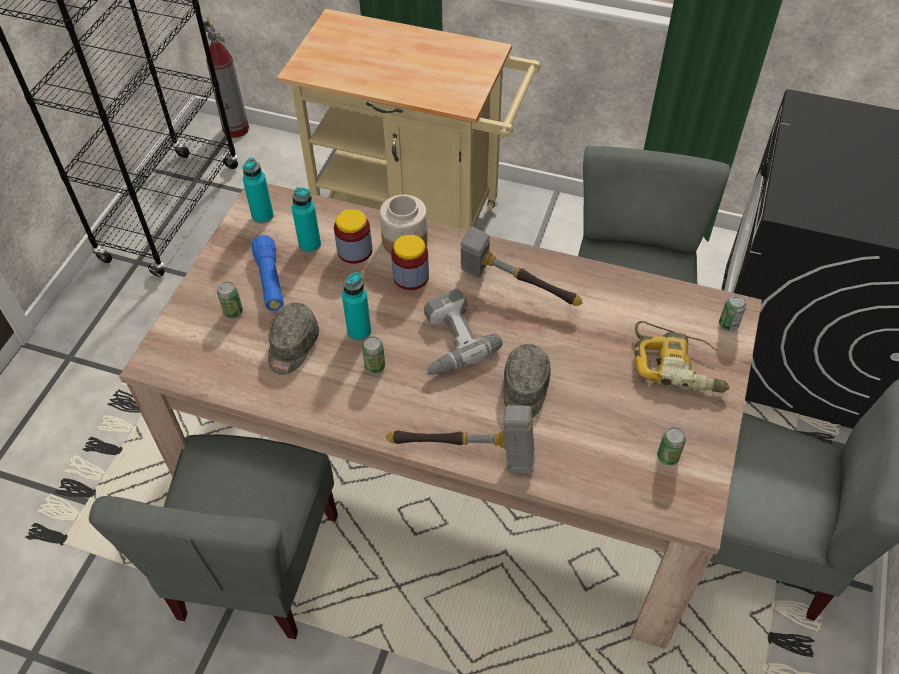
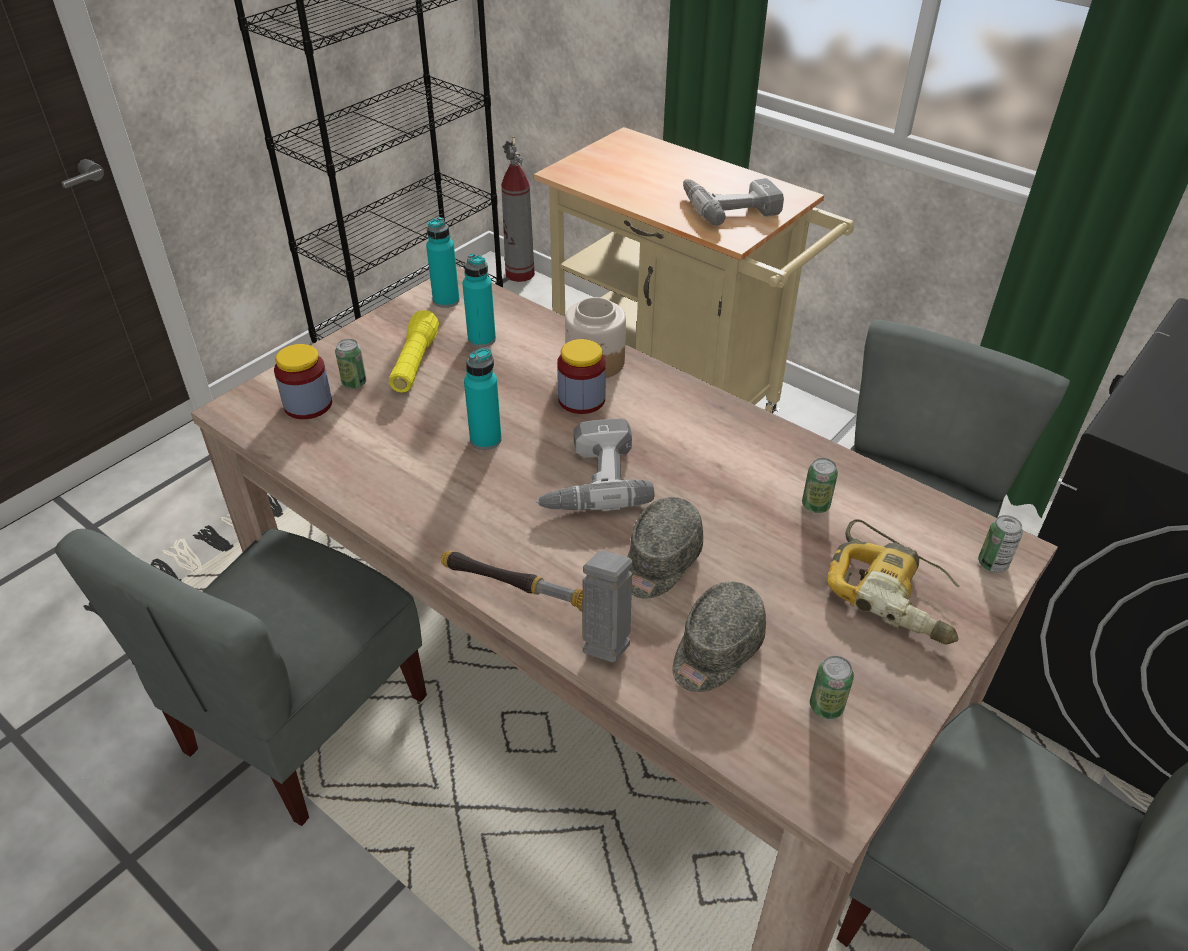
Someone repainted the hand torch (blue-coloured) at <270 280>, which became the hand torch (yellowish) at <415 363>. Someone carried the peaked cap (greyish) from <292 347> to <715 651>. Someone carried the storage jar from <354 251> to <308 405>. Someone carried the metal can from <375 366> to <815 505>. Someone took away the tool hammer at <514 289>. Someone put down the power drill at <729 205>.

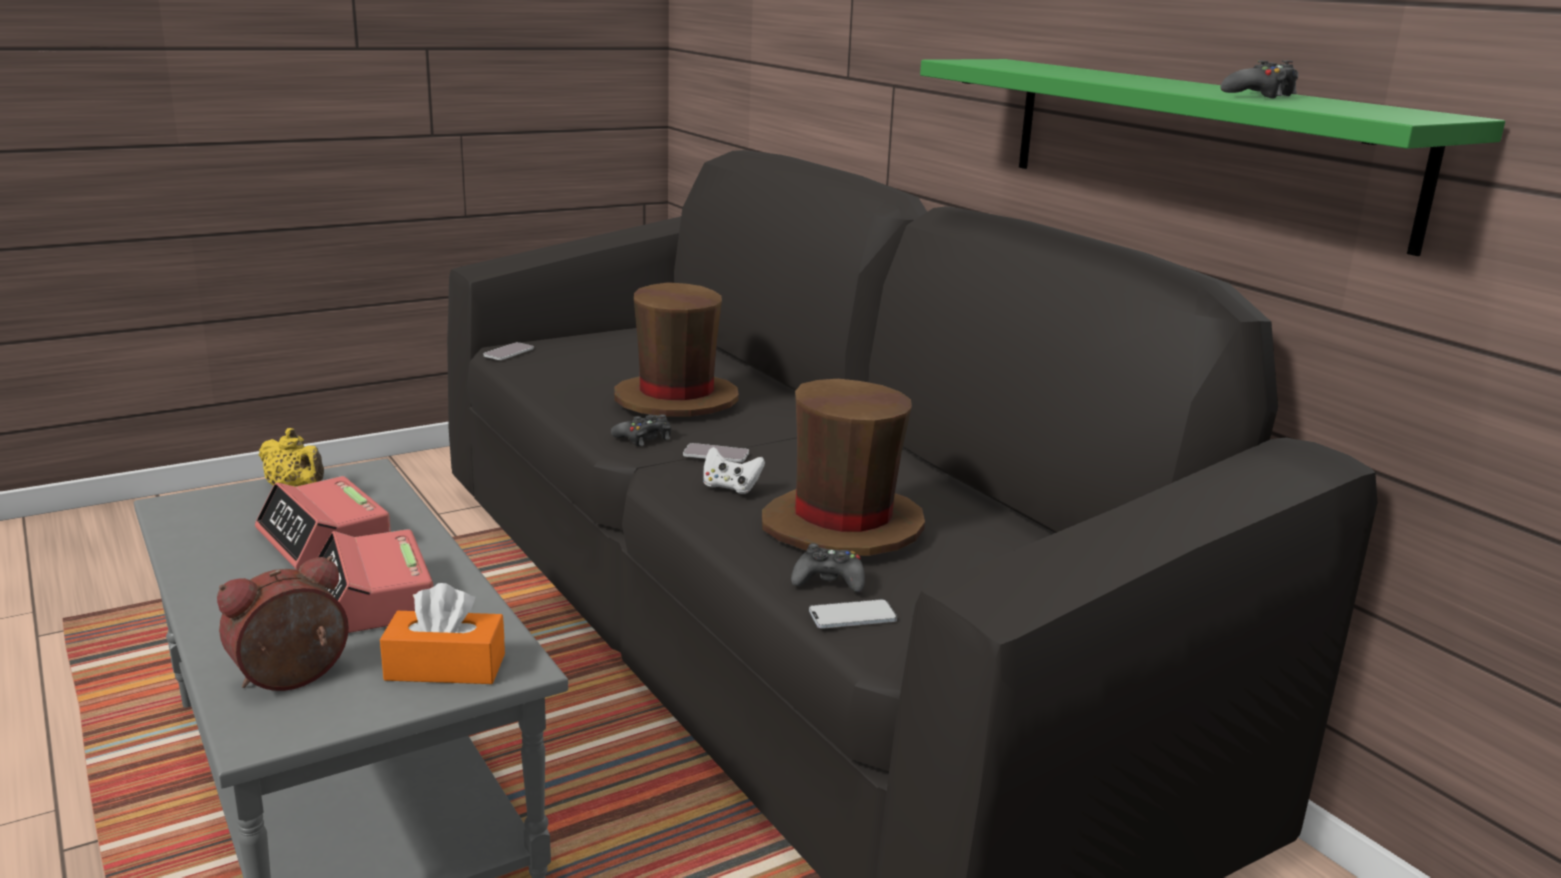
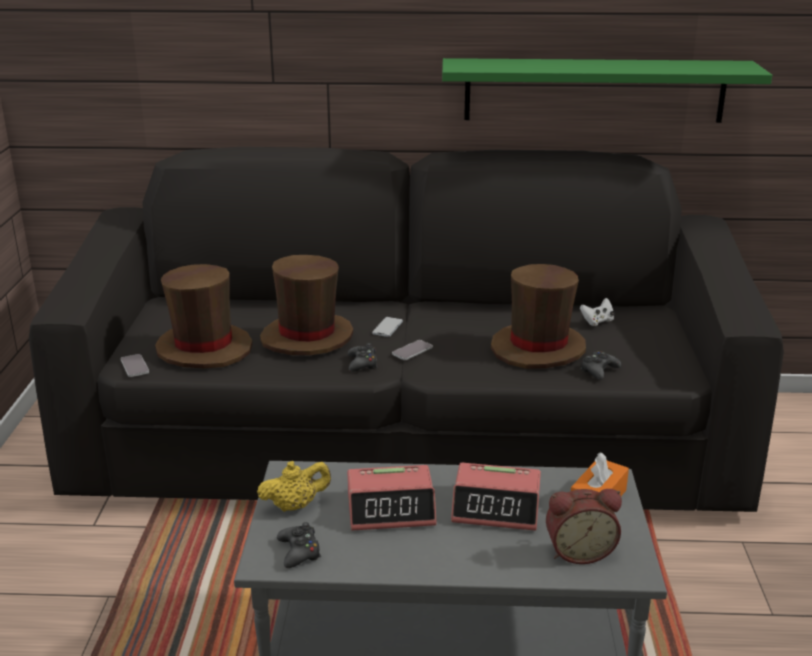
Someone rotated the alarm clock at <293 679> by 90 degrees counterclockwise. Someone carried the joypad (white-coloured) from <730 487> to <597 321>. Someone carried the telephone from <852 616> to <387 327>. Someone carried the joypad (black) from <1259 95> to <299 552>. Someone put down the clothing hat (brown-coloured) at <204 348>.

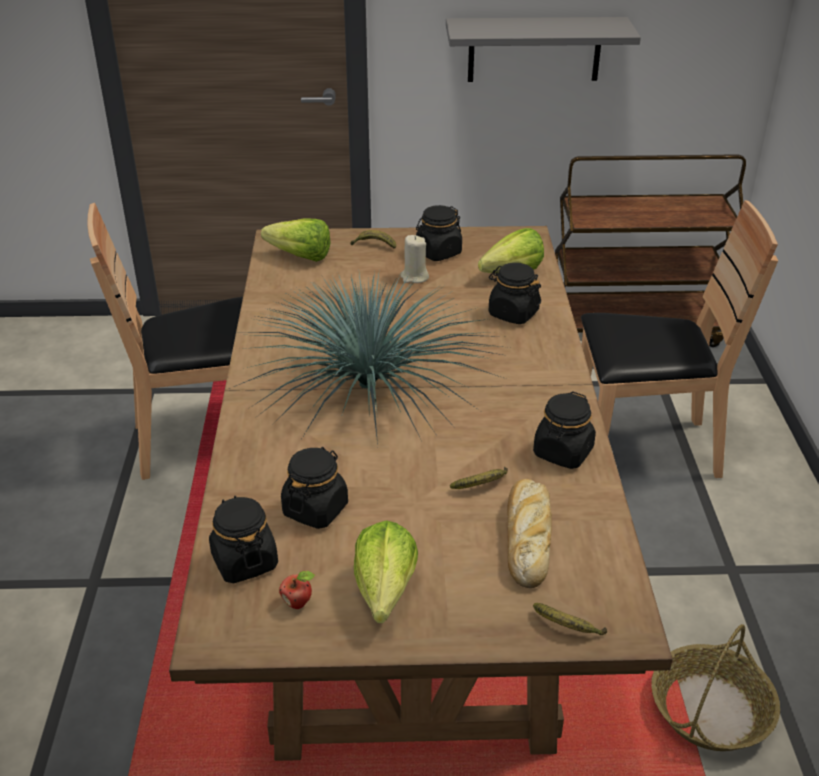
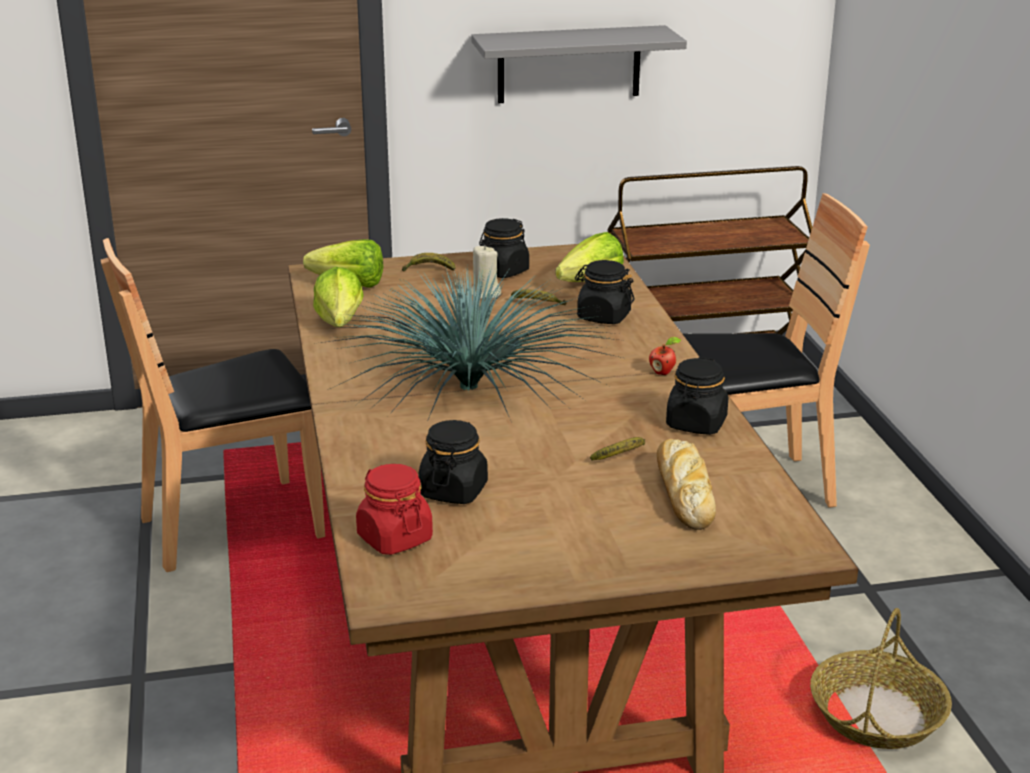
Someone repainted the storage jar (black) at <244 561>, which became the storage jar (red-coloured) at <394 538>. Someone carried the apple fruit from <298 603> to <663 372>. Someone carried the lettuce head from <382 598> to <338 327>. Someone carried the banana from <567 627> to <537 304>.

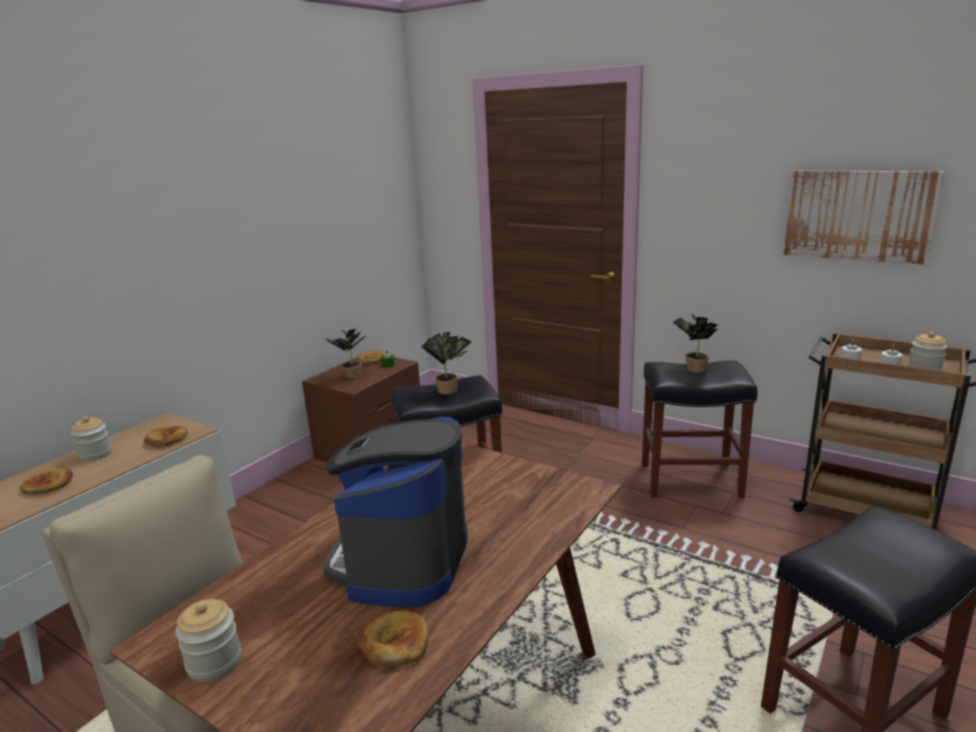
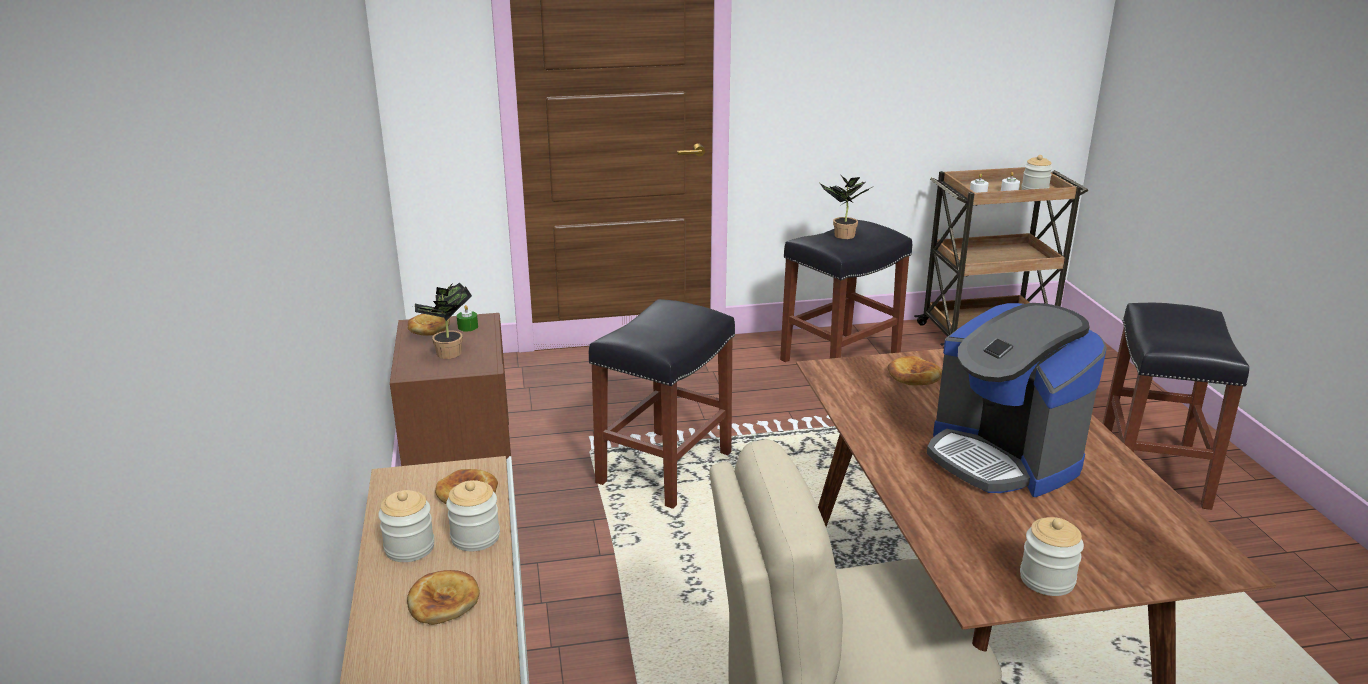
Someone carried the bakery bread from <394 642> to <913 375>. Someone took away the potted plant at <449 389>. Someone took away the wall art at <858 215>. Someone put down the storage jar at <475 537>.

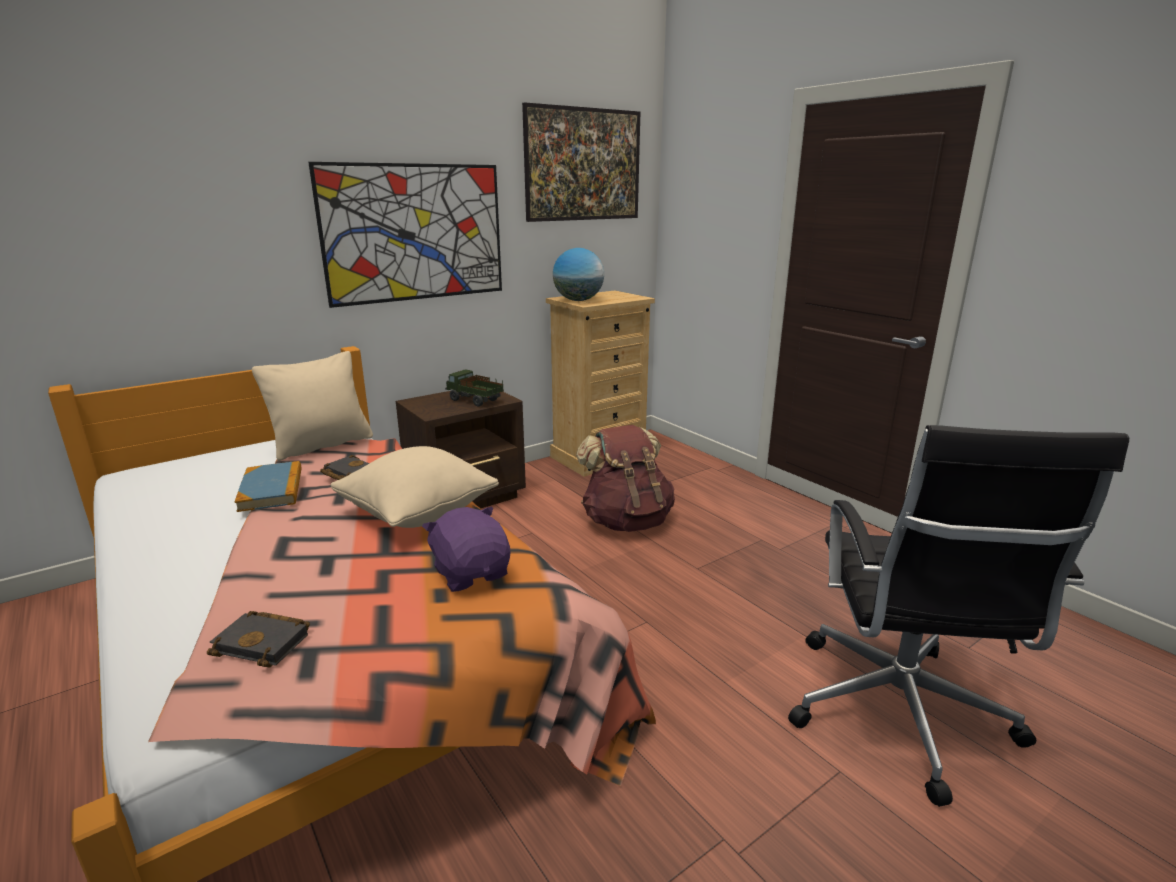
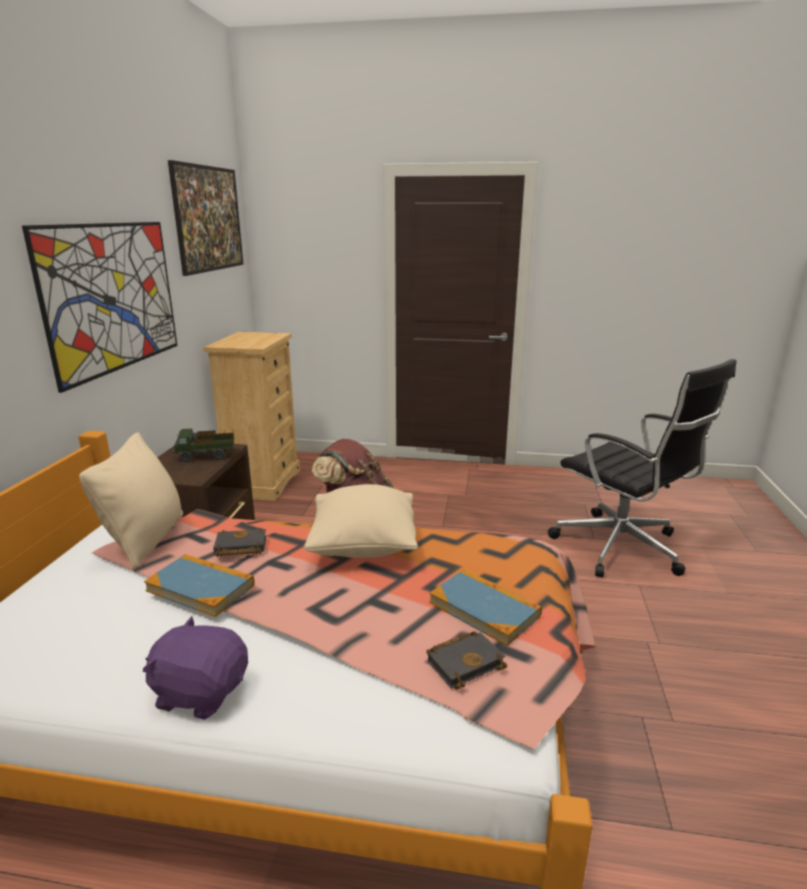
Someone carried the cuddly toy (purple) from <471 573> to <201 692>. Someone took away the globe at <578 300>. Someone put down the book at <484 609>.

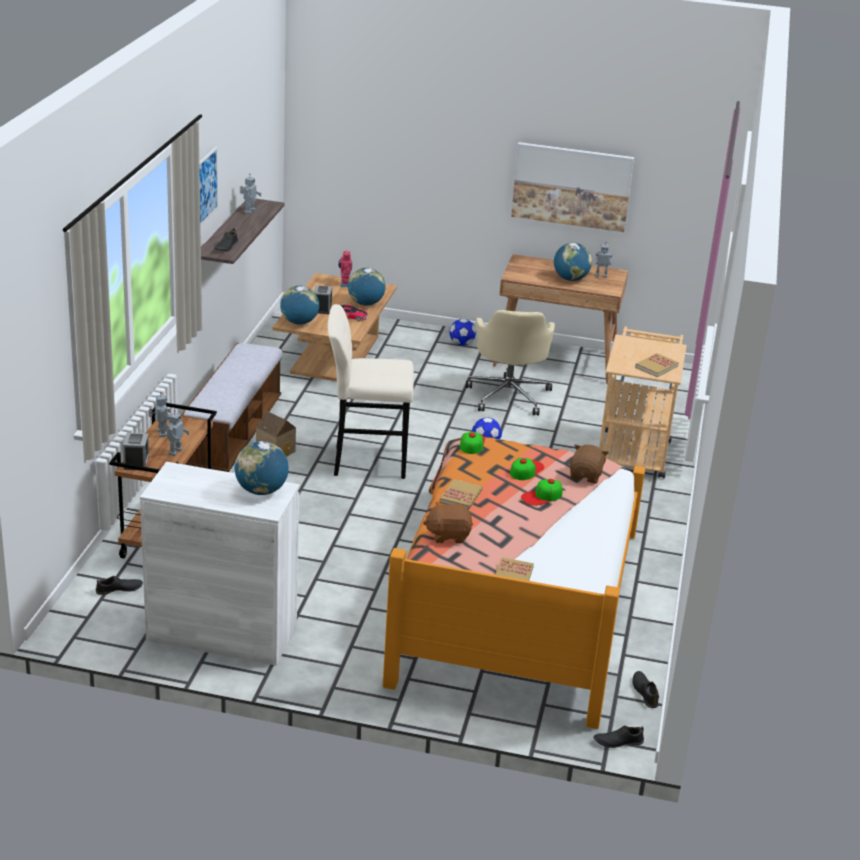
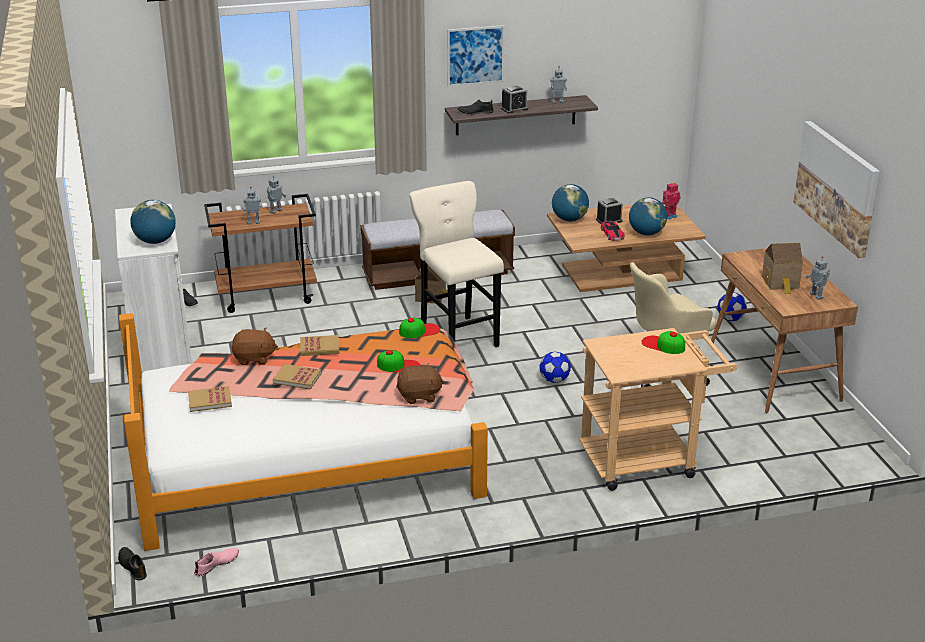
Someone carried the alarm clock from <136 462> to <514 109>. Someone rotated the cuddly toy (brown-coloured) at <448 535> by 120 degrees clockwise. Someone carried the peaked cap from <542 496> to <663 345>. Someone swapped the globe at <570 279> for the miniature house at <781 283>. Someone repainted the shoe (black) at <645 692>, which became the shoe (pink) at <217 564>. Someone carried the book from <656 367> to <297 378>.

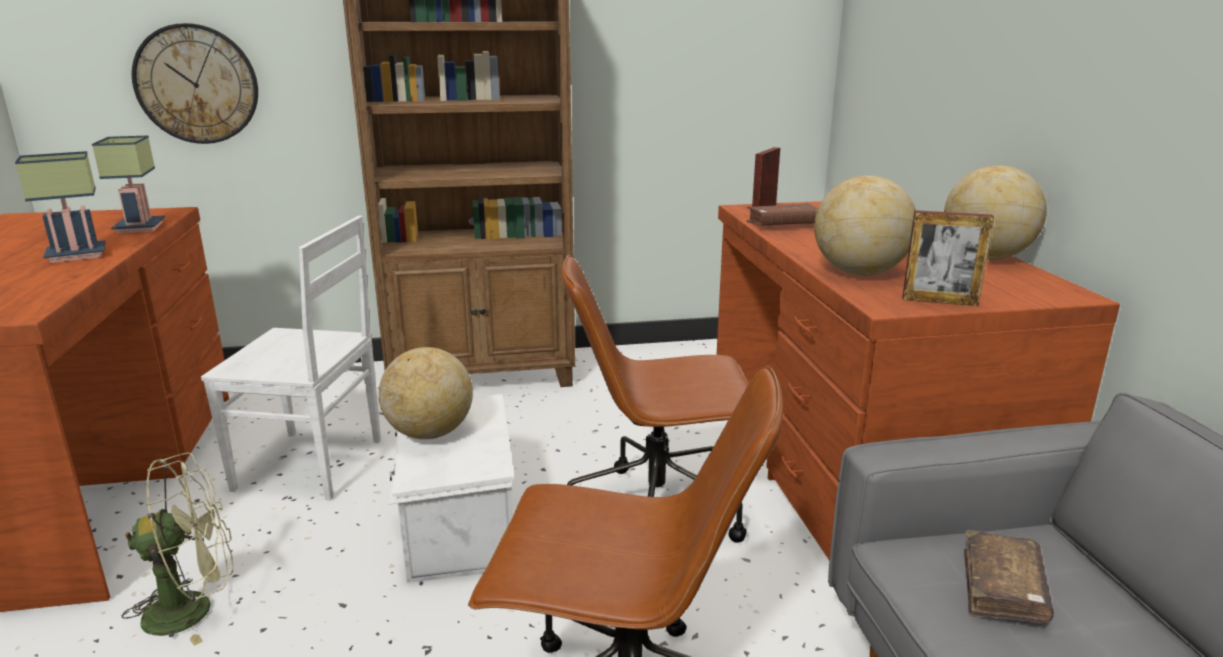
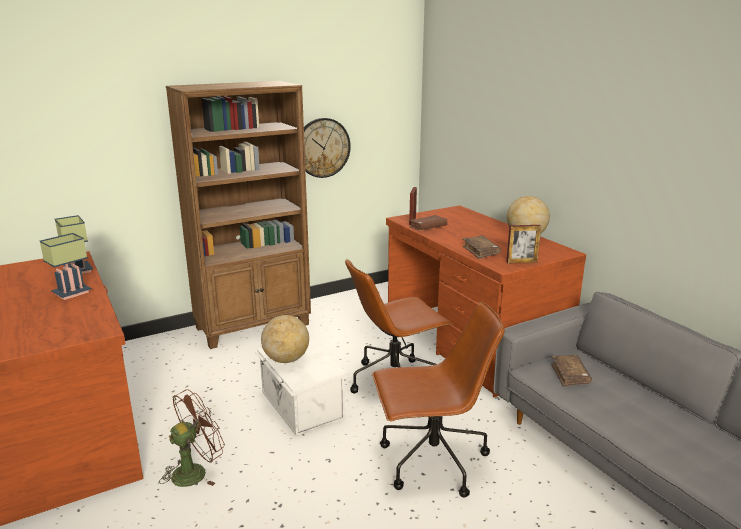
Someone repainted the electric fan (green-coloured) at <194 608>, which became the electric fan (brown-coloured) at <195 471>. Someone carried the hanging clock from <197 84> to <322 148>. Someone took away the plain chair (white-coloured) at <313 465>. Someone swapped the globe at <859 272> for the book (brown-coloured) at <481 251>.

